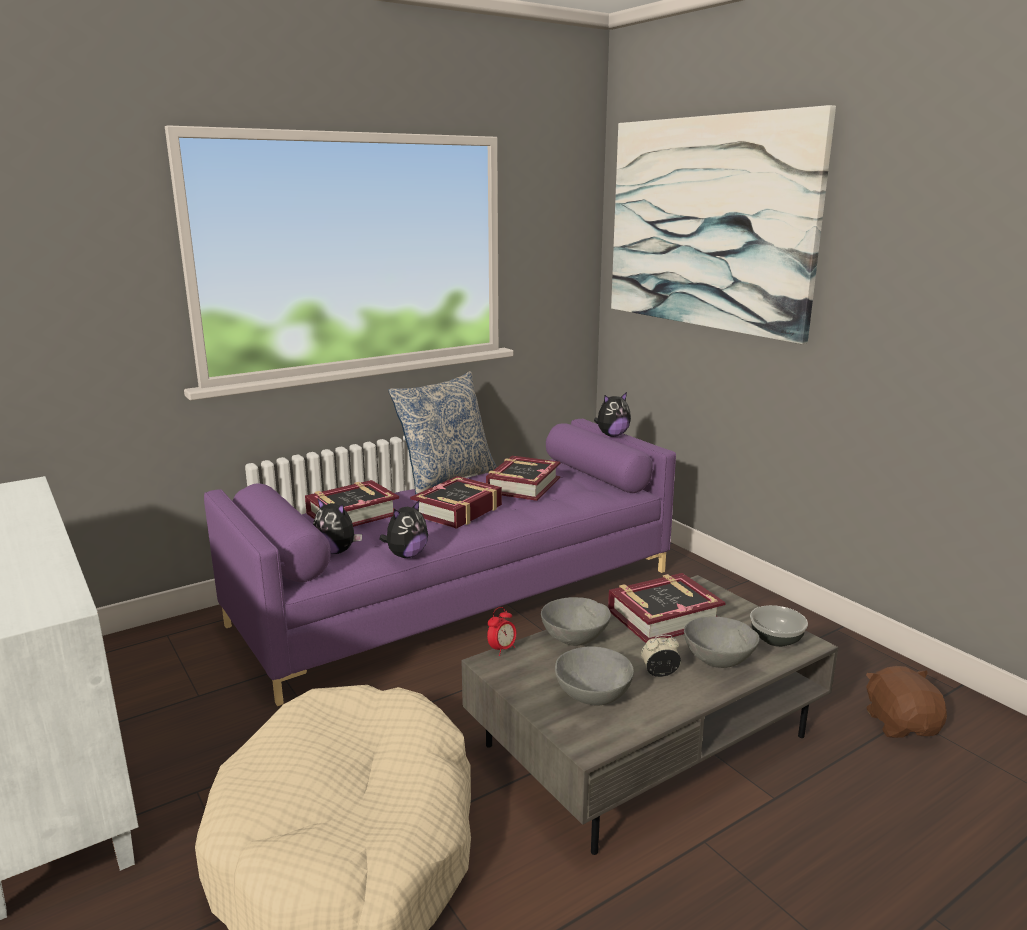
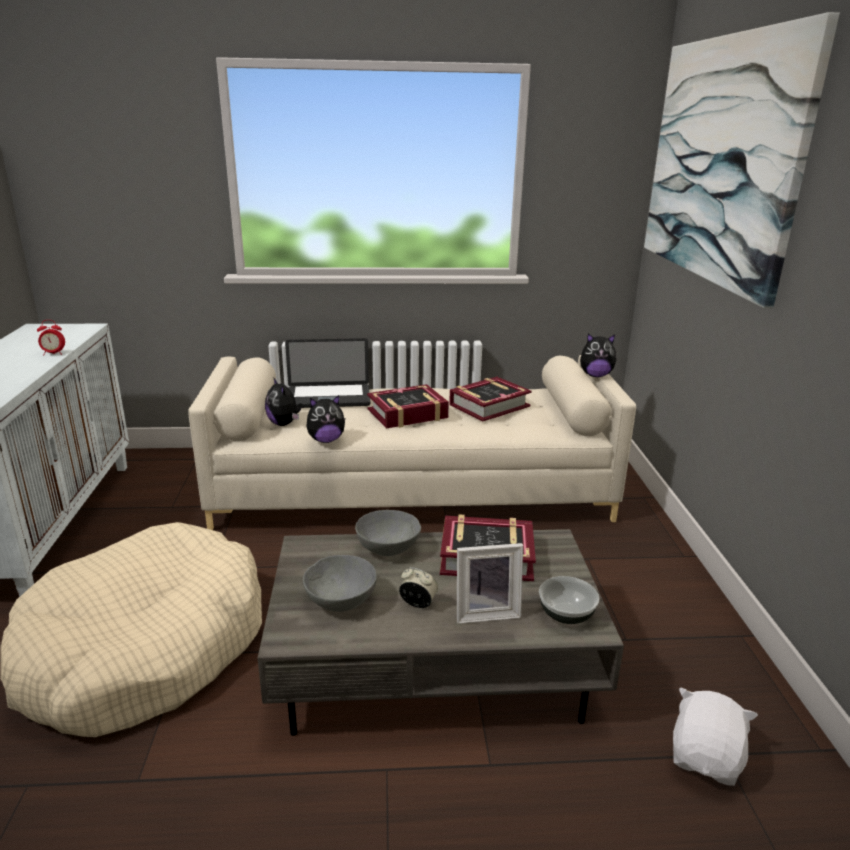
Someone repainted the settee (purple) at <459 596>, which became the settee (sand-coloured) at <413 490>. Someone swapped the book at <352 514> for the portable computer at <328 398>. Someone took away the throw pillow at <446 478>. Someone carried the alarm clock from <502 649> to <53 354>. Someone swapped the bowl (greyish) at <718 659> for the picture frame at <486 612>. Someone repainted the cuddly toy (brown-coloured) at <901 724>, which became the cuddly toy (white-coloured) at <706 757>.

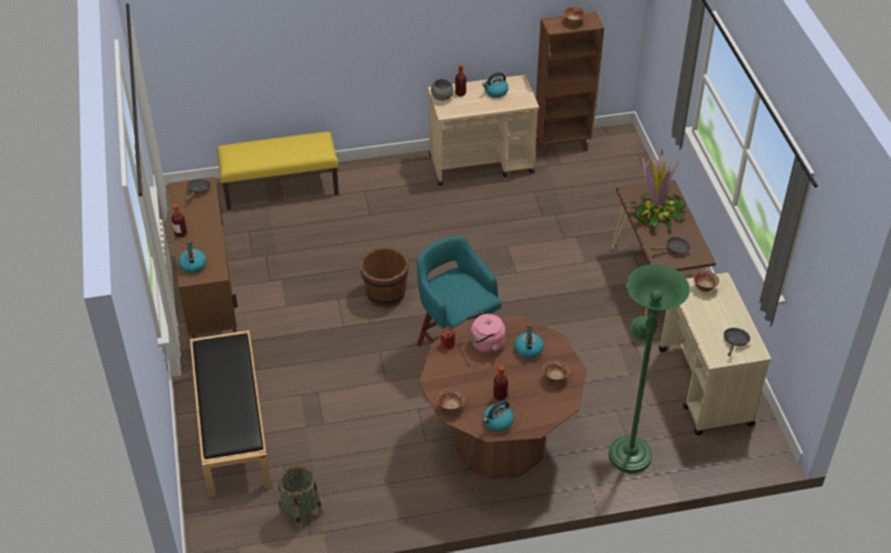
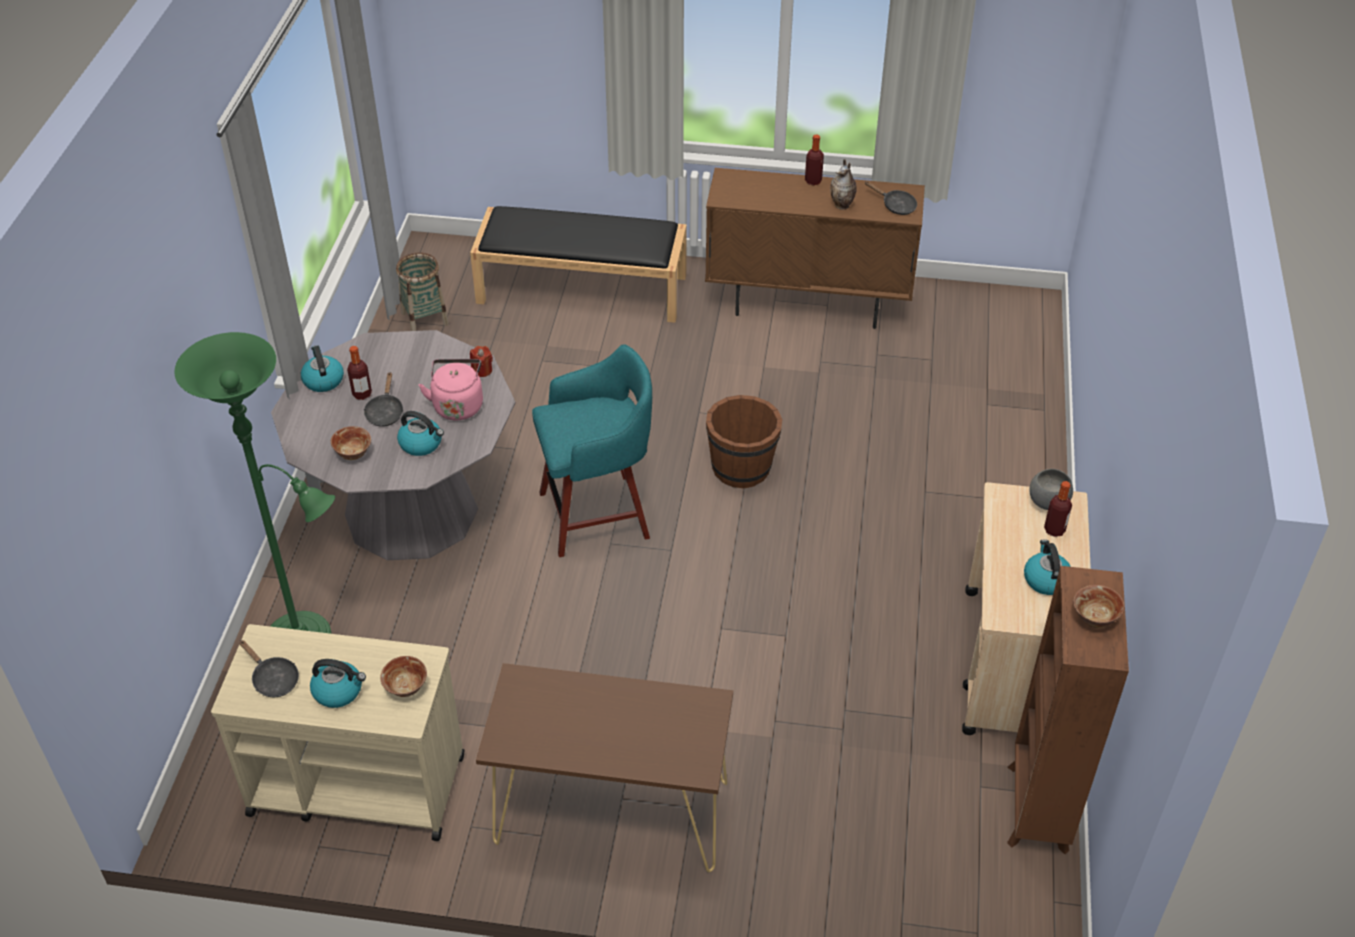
Someone carried the water kettle from <192 264> to <339 691>. Someone took away the long seat (yellowish) at <281 188>. Someone repainted the dining table (brown-coloured) at <499 441>, which became the dining table (greyish) at <411 511>. Someone took away the bowl at <450 407>. Someone took away the potted plant at <657 212>. Someone carried the pan (black) from <675 249> to <385 412>. Someone put down the decorative vase at <842 206>.

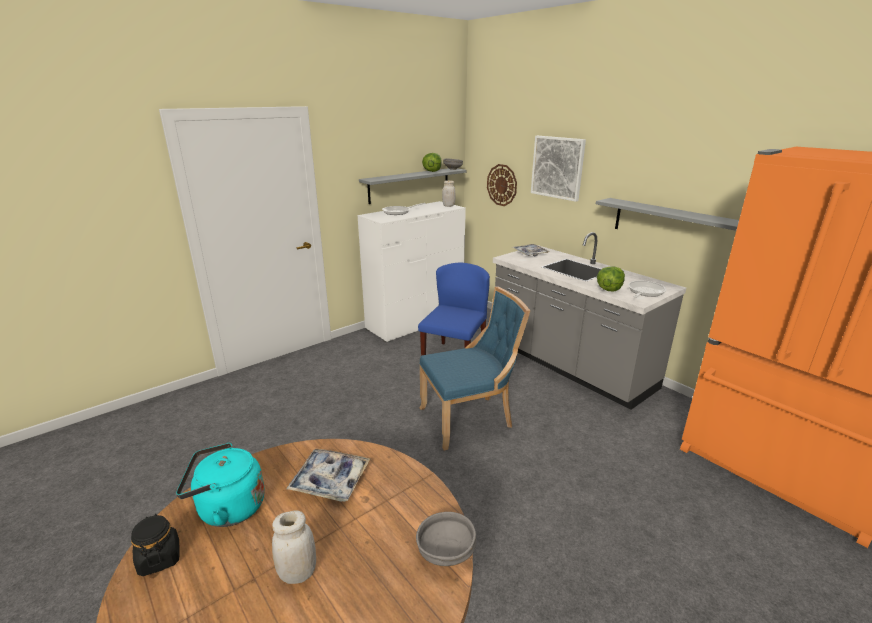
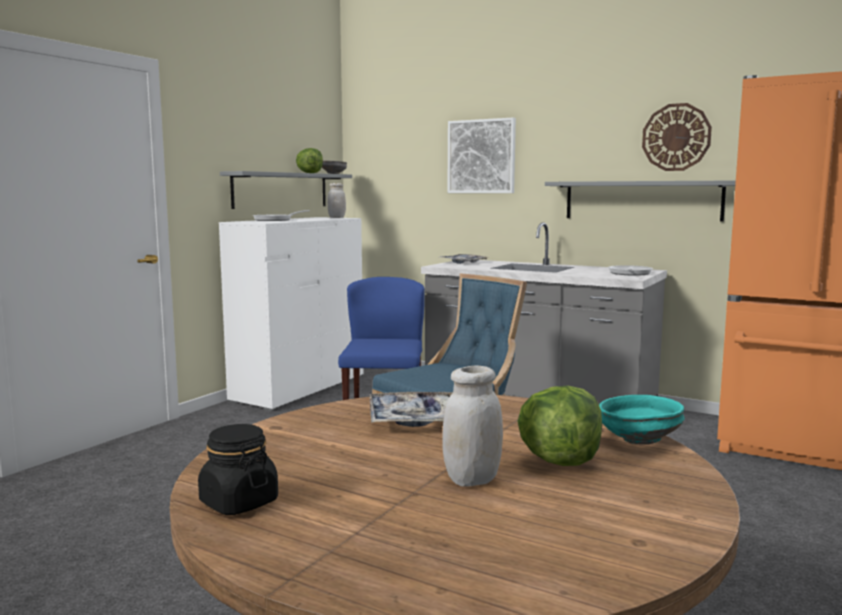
Someone took away the water kettle (turquoise-coloured) at <228 508>. Someone repainted the bowl (greyish) at <445 552>, which became the bowl (turquoise-coloured) at <637 440>. Someone carried the hanging clock from <502 185> to <676 137>. Someone carried the lettuce head from <608 289> to <559 461>.

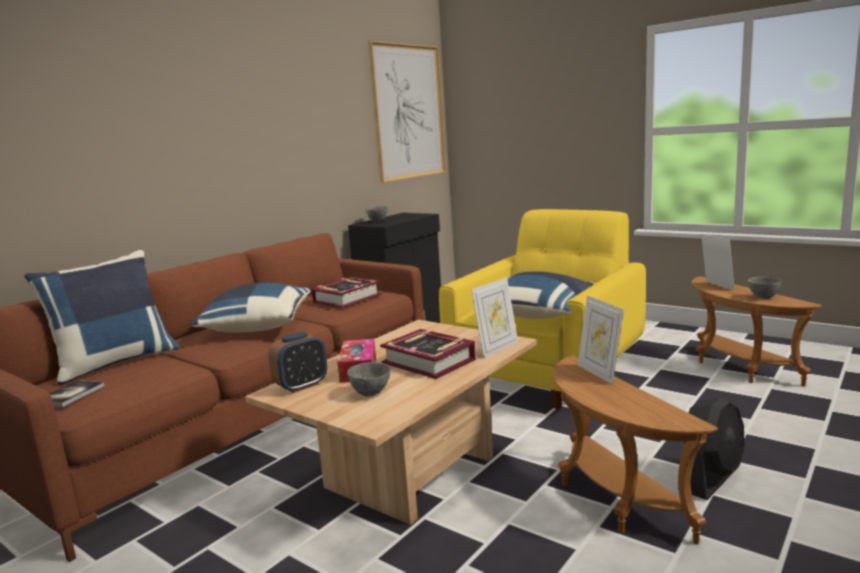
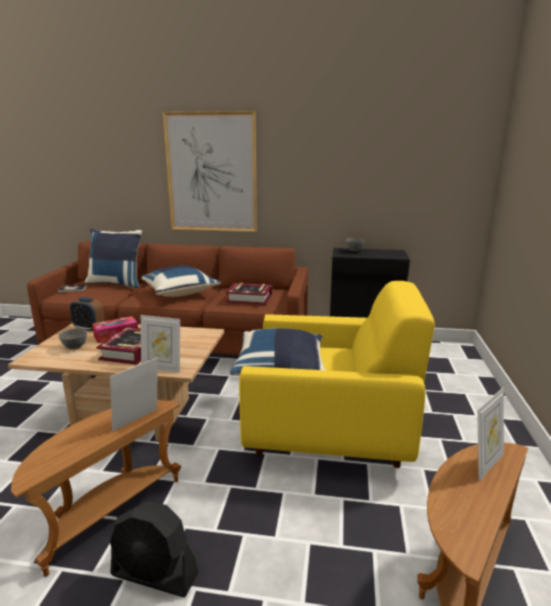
Someone carried the wall art from <408 112> to <211 173>. Someone took away the bowl (greyish) at <763 297>.

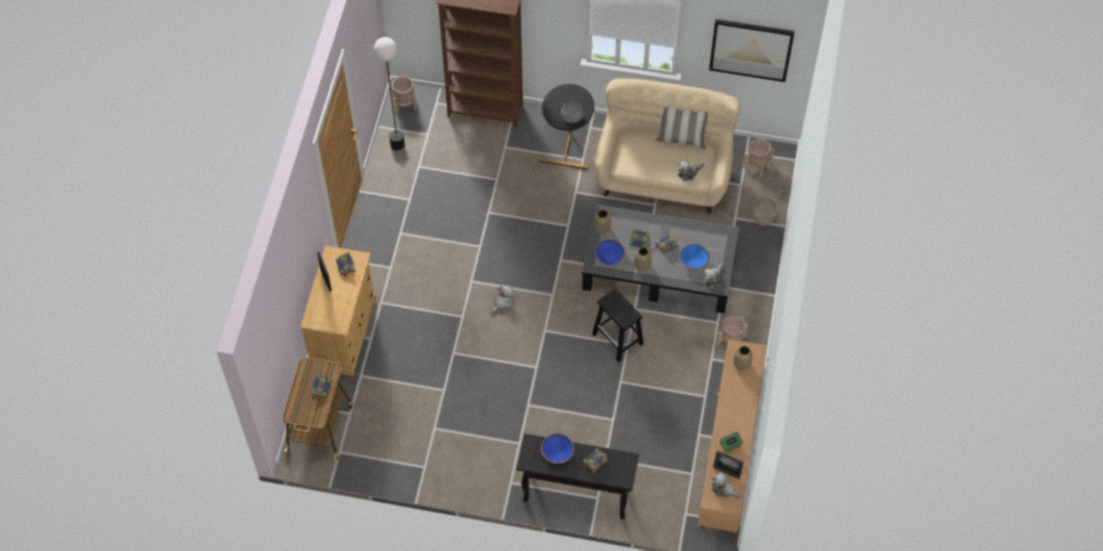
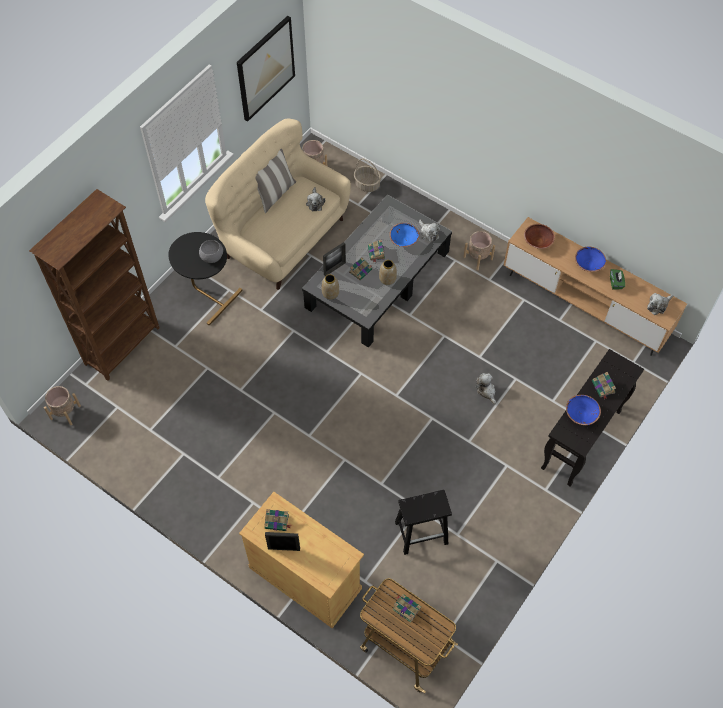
Someone took away the standard lamp at <397 144>. Someone carried the cuddly toy from <502 301> to <486 391>. Someone carried the sitting stool (black) from <618 339> to <422 532>. Someone carried the bowl (blue-coloured) from <609 257> to <588 264>. Someone carried the picture frame from <726 472> to <334 268>. Someone swapped the decorative vase at <741 363> for the bowl (brown-coloured) at <537 241>.

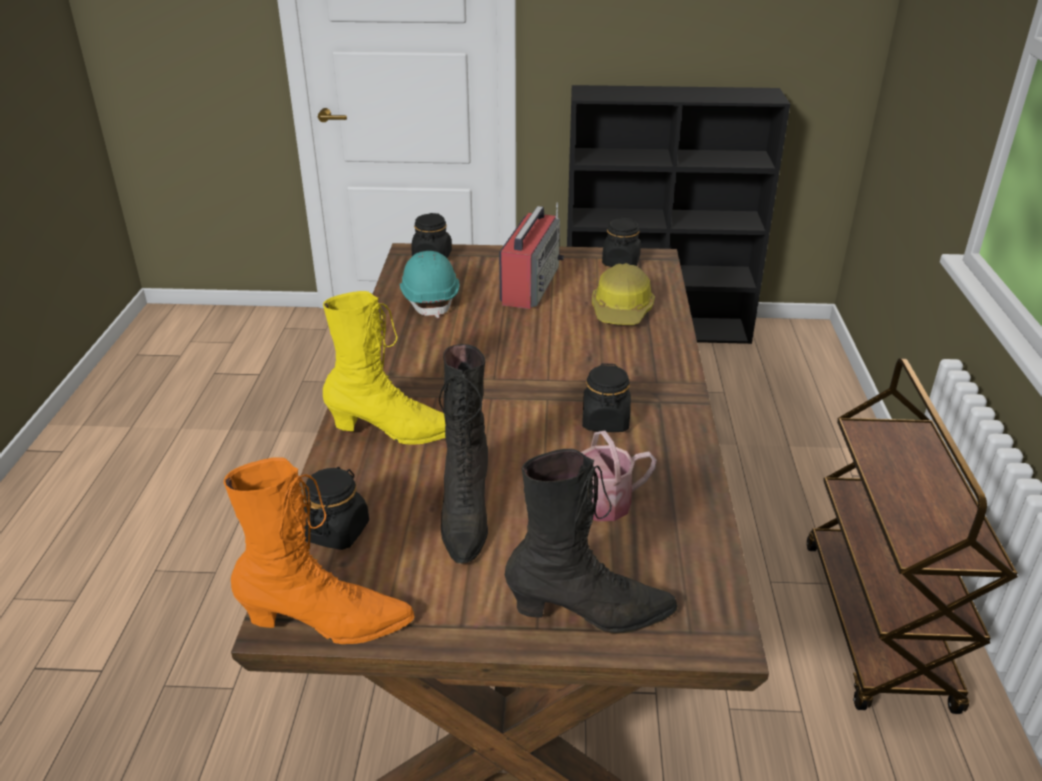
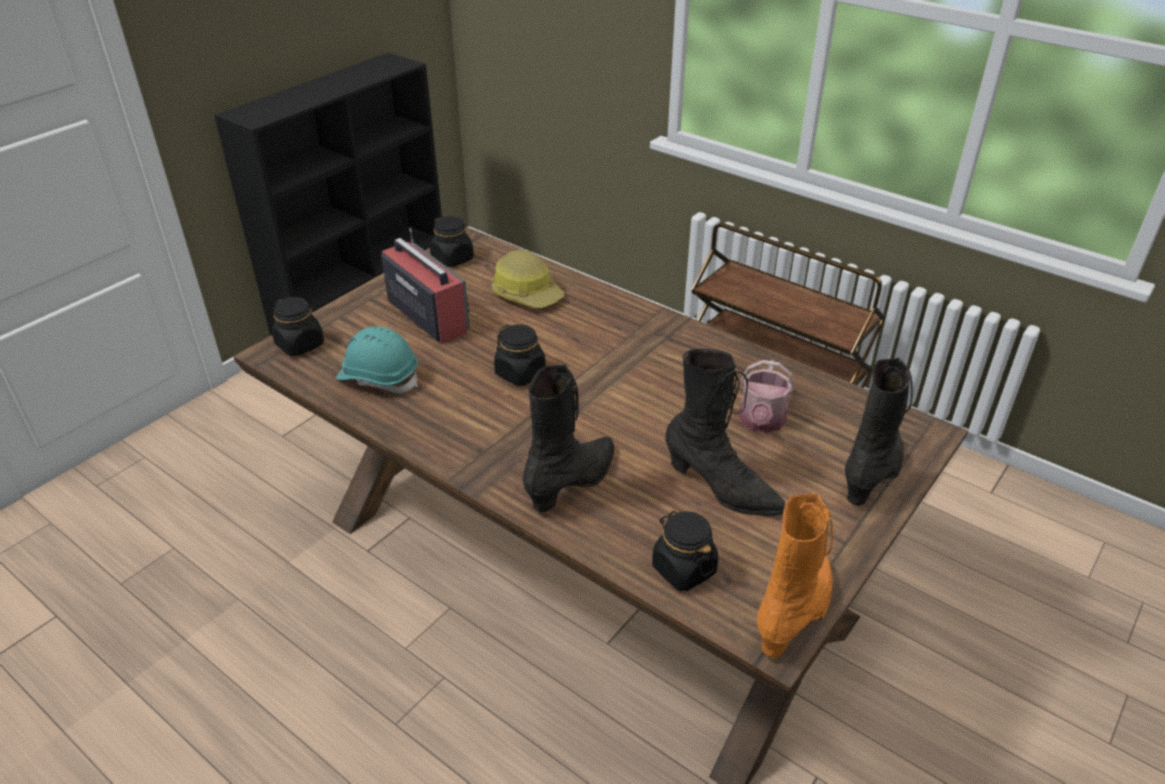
Someone repainted the boot (yellowish) at <394 432>, which became the boot (black) at <573 483>. Someone carried the storage jar (black) from <605 421> to <520 373>.

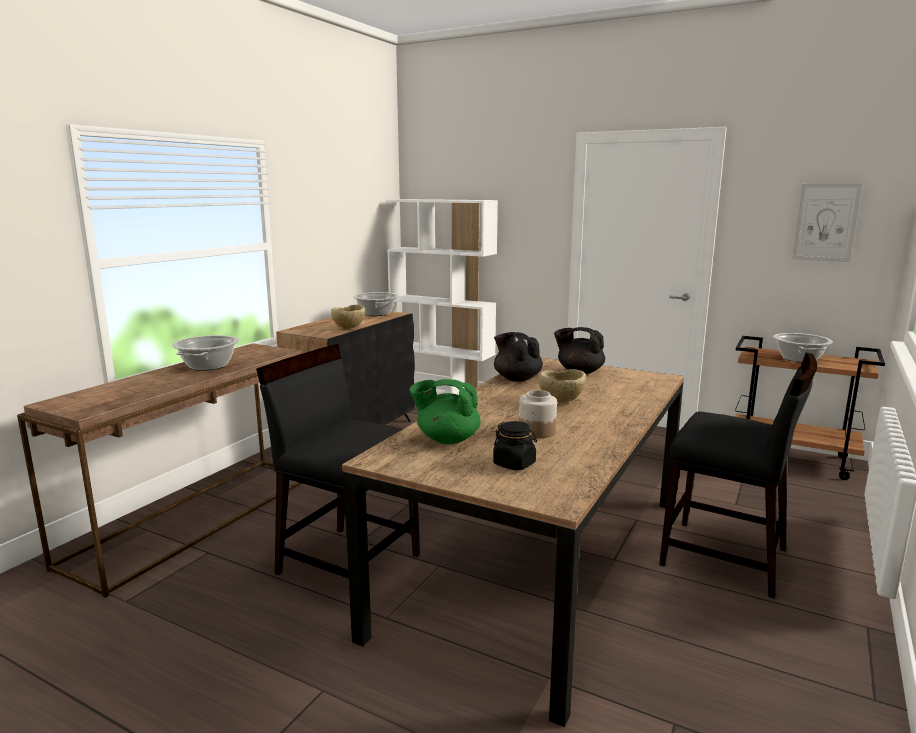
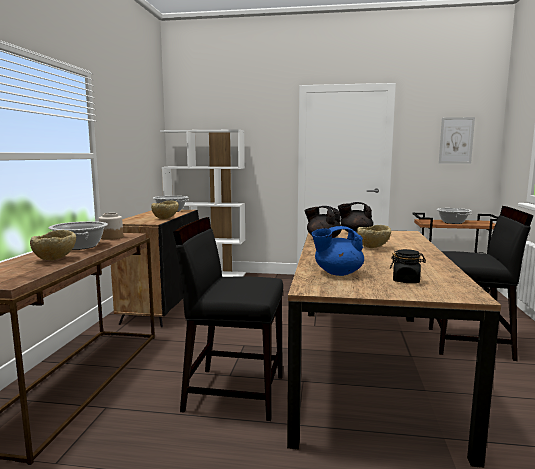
Someone repainted the tea pot (green-coloured) at <447 439>, which became the tea pot (blue-coloured) at <337 273>. Someone carried the storage jar from <536 431> to <111 237>. Someone put down the bowl (sand-coloured) at <55 259>.

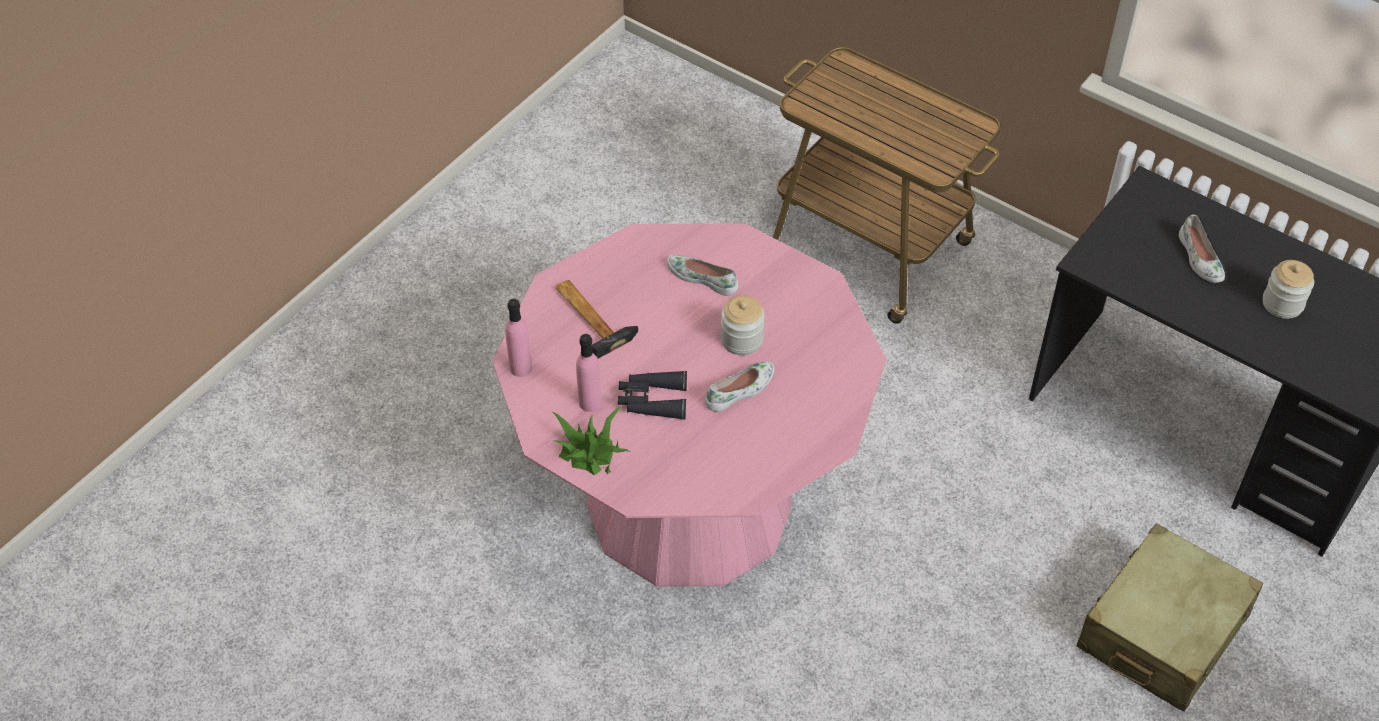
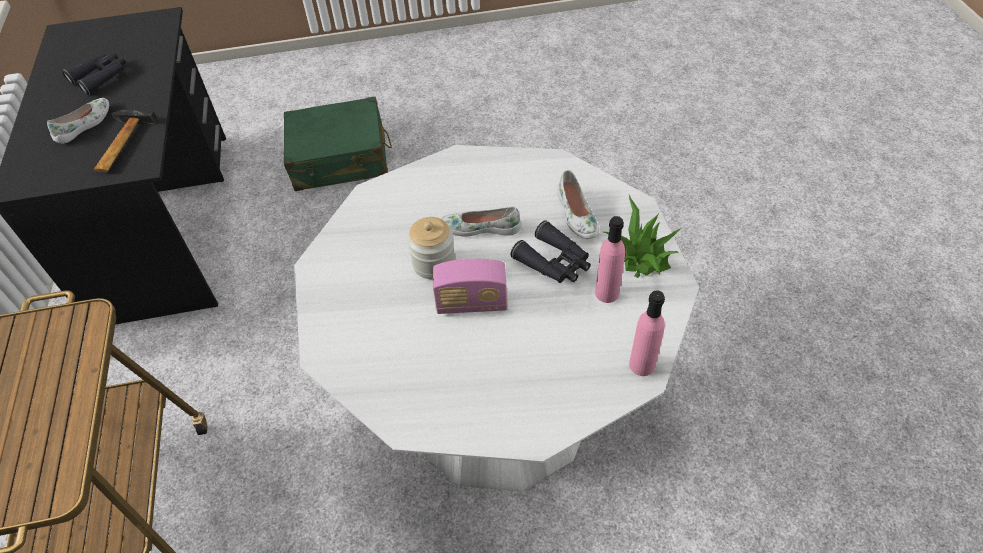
Someone repainted the dining table (pink) at <689 502>, which became the dining table (white-coloured) at <499 404>. Someone carried the tool hammer from <591 316> to <119 145>. Someone carried the shoe (white-coloured) from <702 278> to <576 215>. Someone repainted the piece of luggage (sand-coloured) at <1162 632>, which became the piece of luggage (green-coloured) at <340 158>. Someone swapped the storage jar at <1282 303> for the binoculars (black) at <101 77>. Someone put down the radio set at <471 303>.

